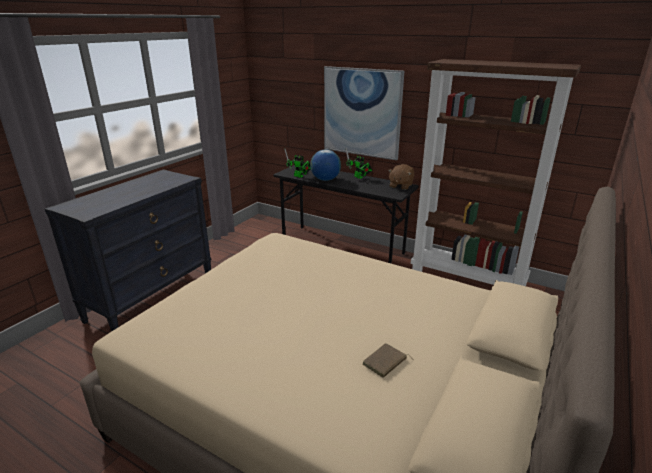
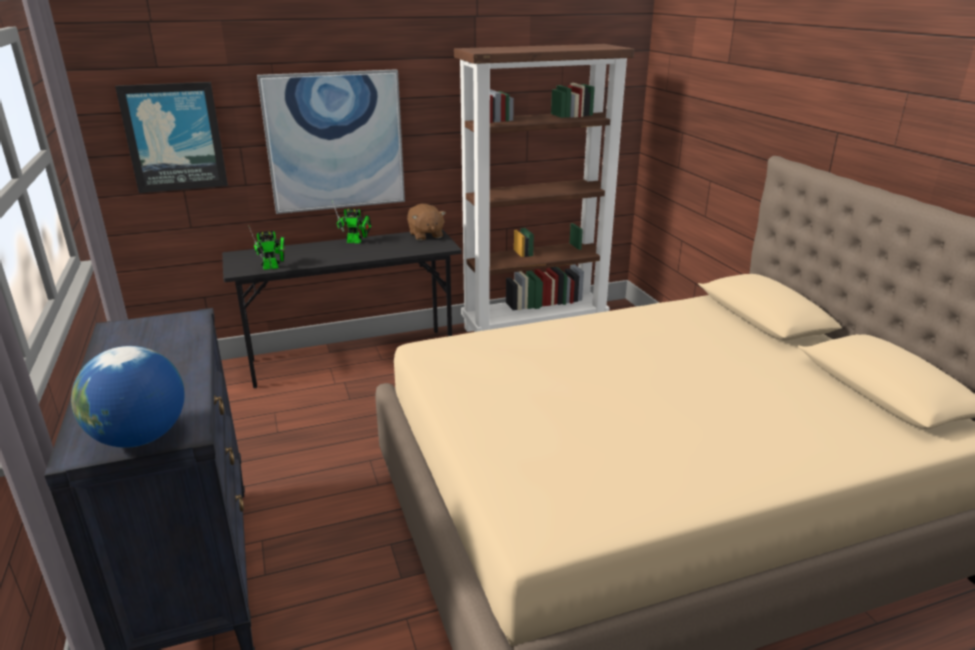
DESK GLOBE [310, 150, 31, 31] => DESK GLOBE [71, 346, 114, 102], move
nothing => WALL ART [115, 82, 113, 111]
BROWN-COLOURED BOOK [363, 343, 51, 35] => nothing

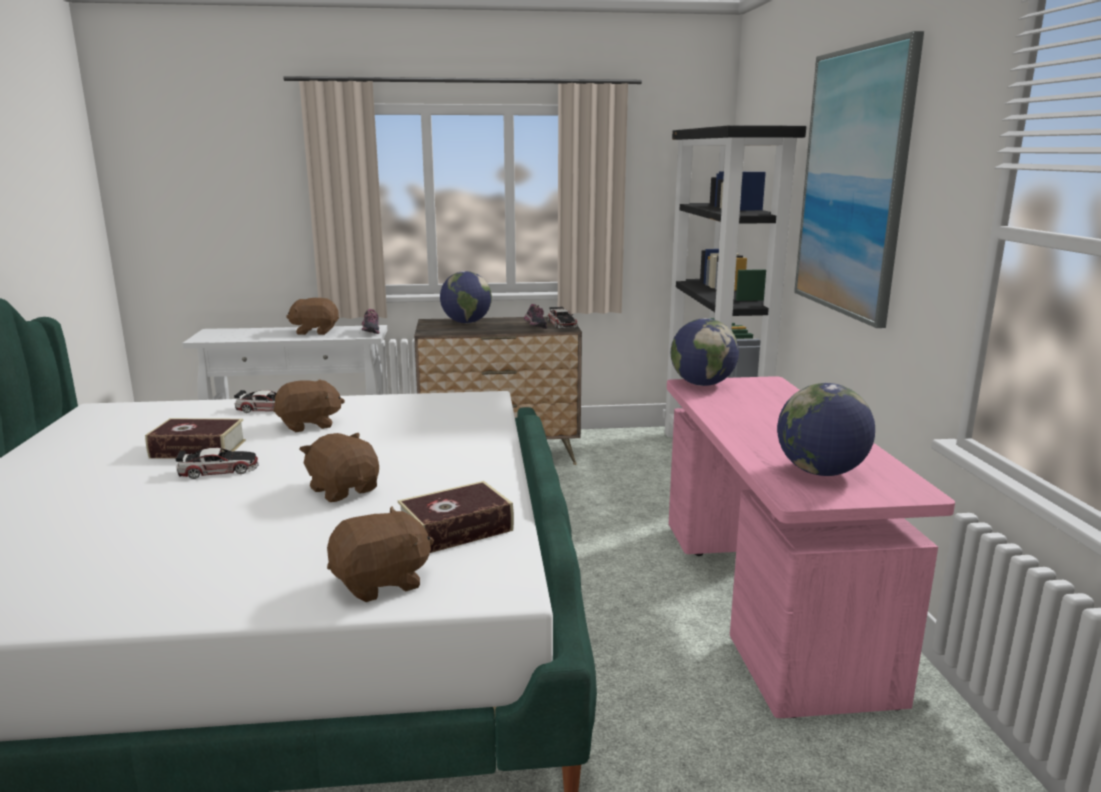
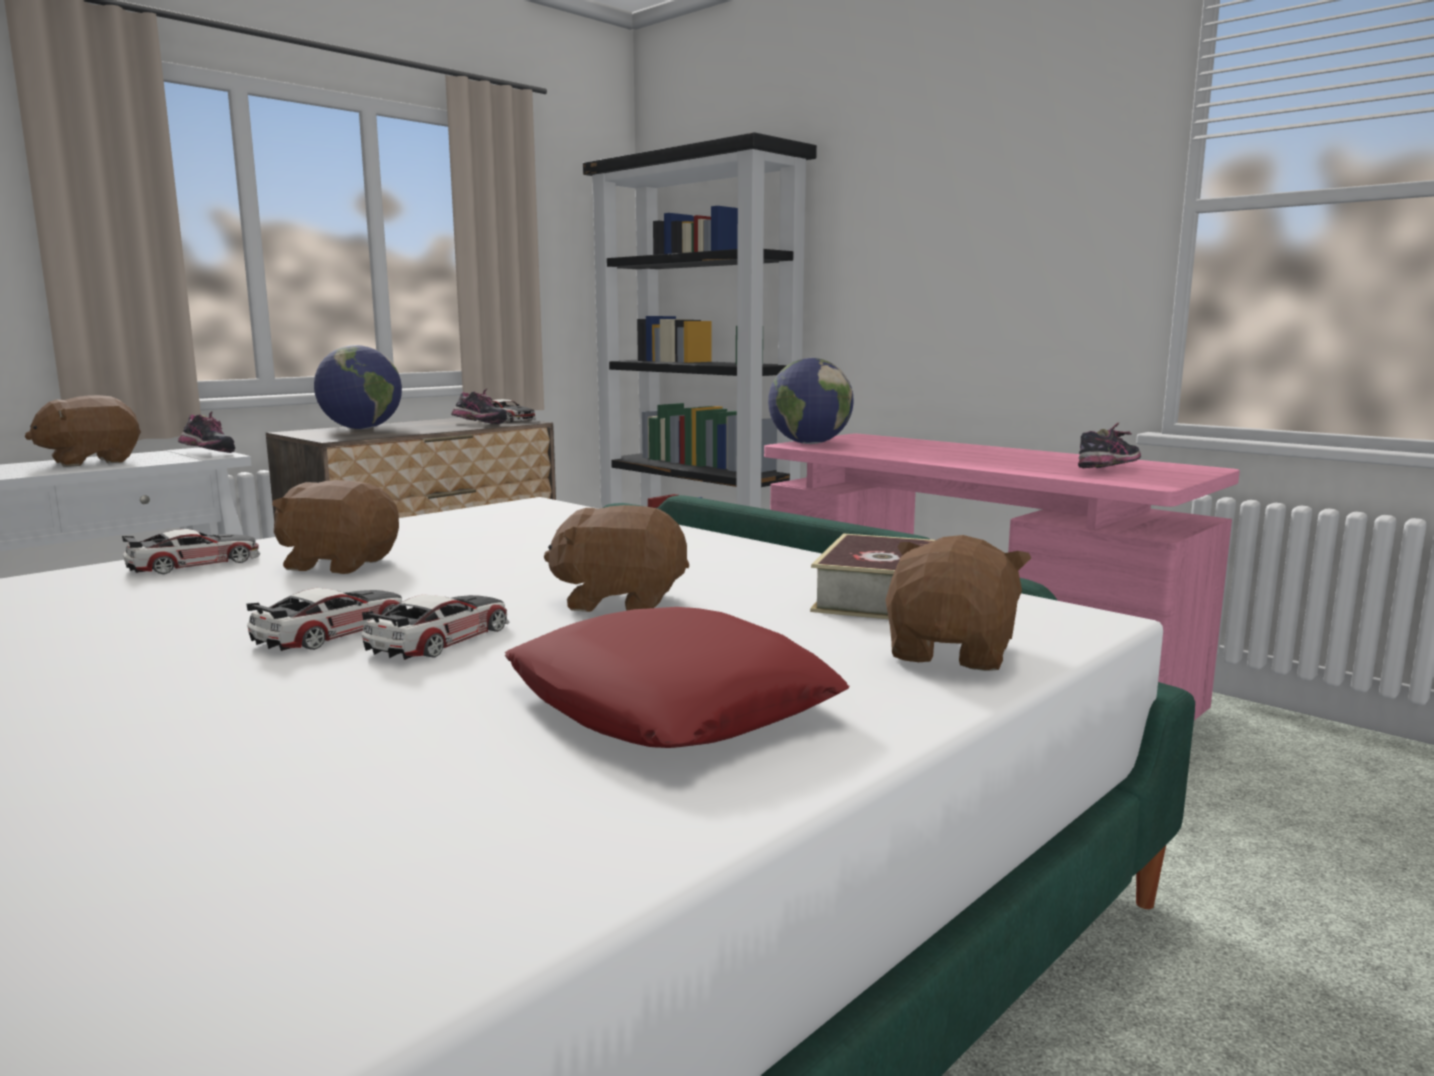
BROWN-COLOURED SOFT TOY [273, 379, 72, 53] => BROWN-COLOURED SOFT TOY [272, 480, 127, 94], 105 degrees counterclockwise
nothing => TOY CAR [362, 594, 147, 66]
nothing => RED THROW PILLOW [505, 607, 344, 141]
DESK GLOBE [777, 383, 98, 93] => ITEM OF FOOTWEAR [1078, 422, 63, 46]
BOOK [145, 418, 101, 41] => nothing
WALL ART [794, 31, 130, 297] => nothing

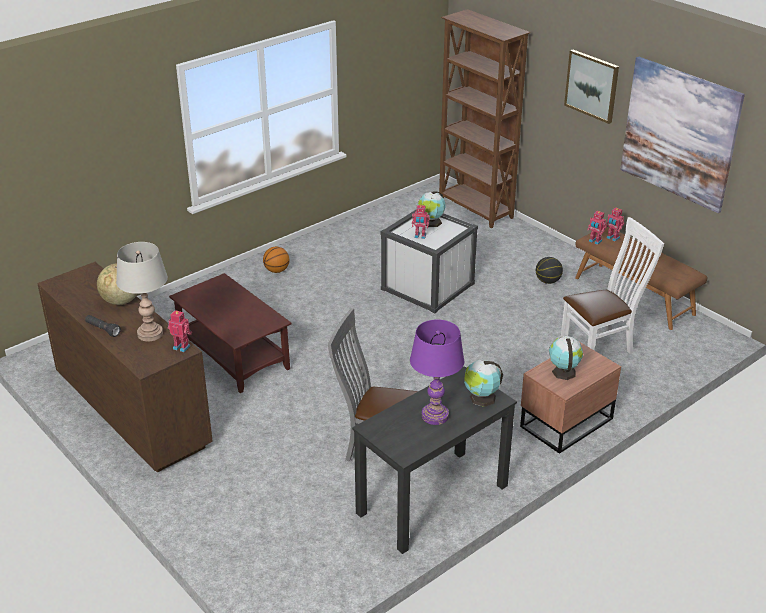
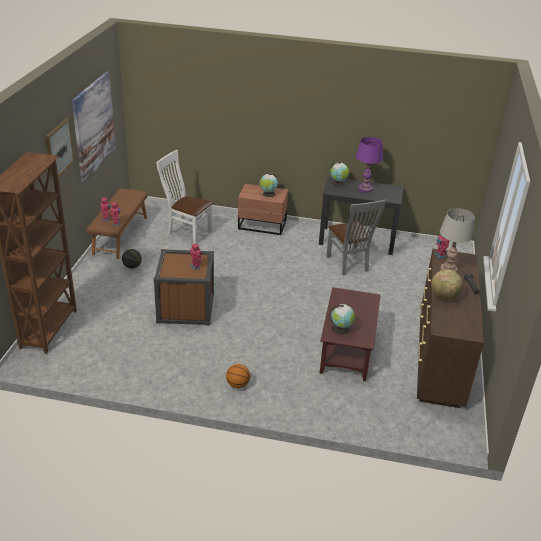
WHITISH STORAGE BIN [381, 209, 97, 104] => BROWN-COLOURED STORAGE BIN [153, 249, 61, 76]
DESK GLOBE [418, 191, 28, 36] => DESK GLOBE [329, 304, 26, 31], move

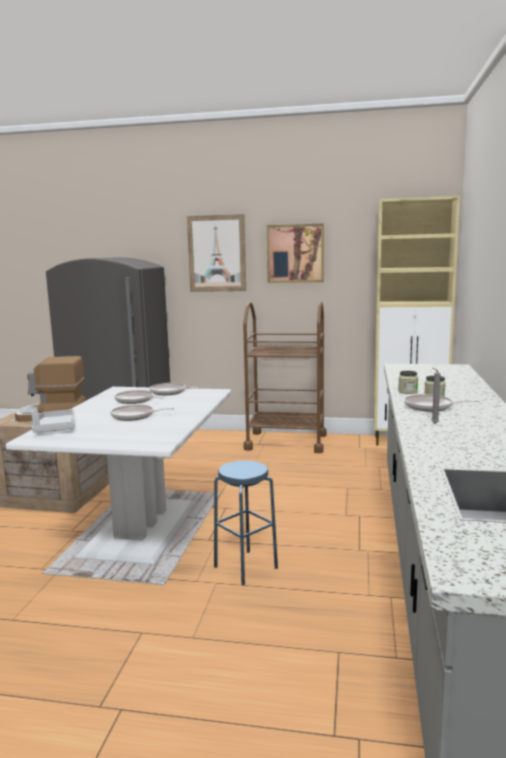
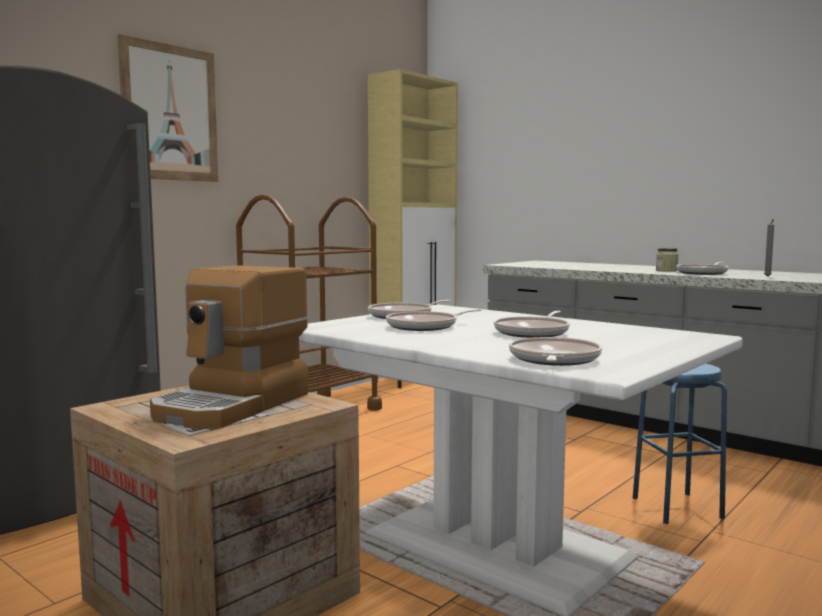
GREYISH CARRYING TRAY [32, 409, 43, 24] => PAN [509, 337, 93, 29]
WALL ART [267, 223, 57, 60] => nothing
PRESERVE JAR [398, 371, 20, 23] => nothing

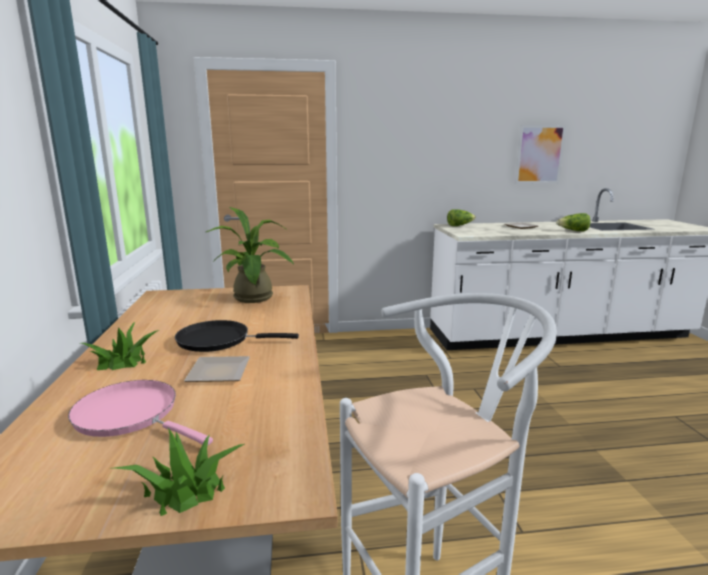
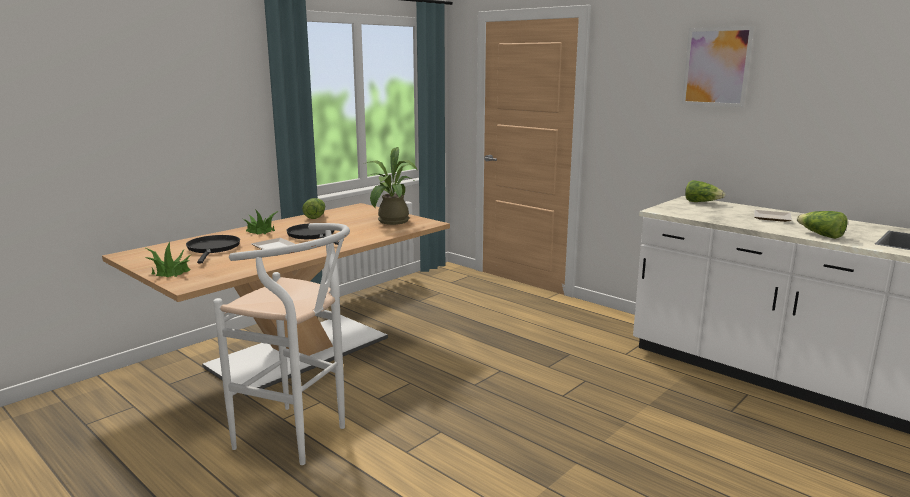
PINK-COLOURED PAN [68, 380, 145, 65] => BLACKISH PAN [186, 235, 54, 29]
nothing => HEAD OF LETTUCE [302, 198, 23, 21]
WALL ART [515, 125, 51, 59] => WALL ART [682, 26, 72, 81], move

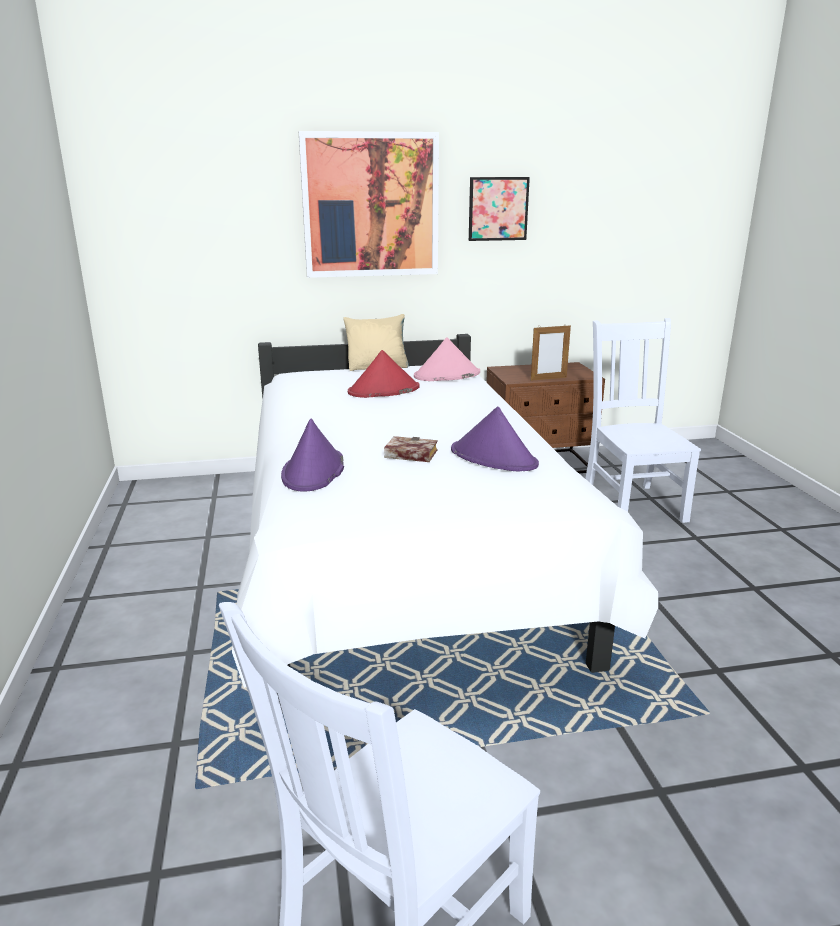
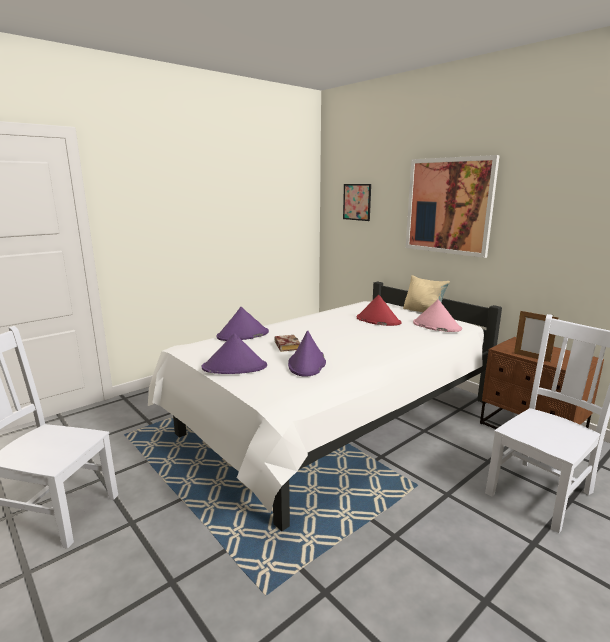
nothing => PURPLISH CLOTHING HAT [202, 333, 65, 41]
WALL ART [469, 177, 61, 64] => WALL ART [343, 184, 28, 37], move

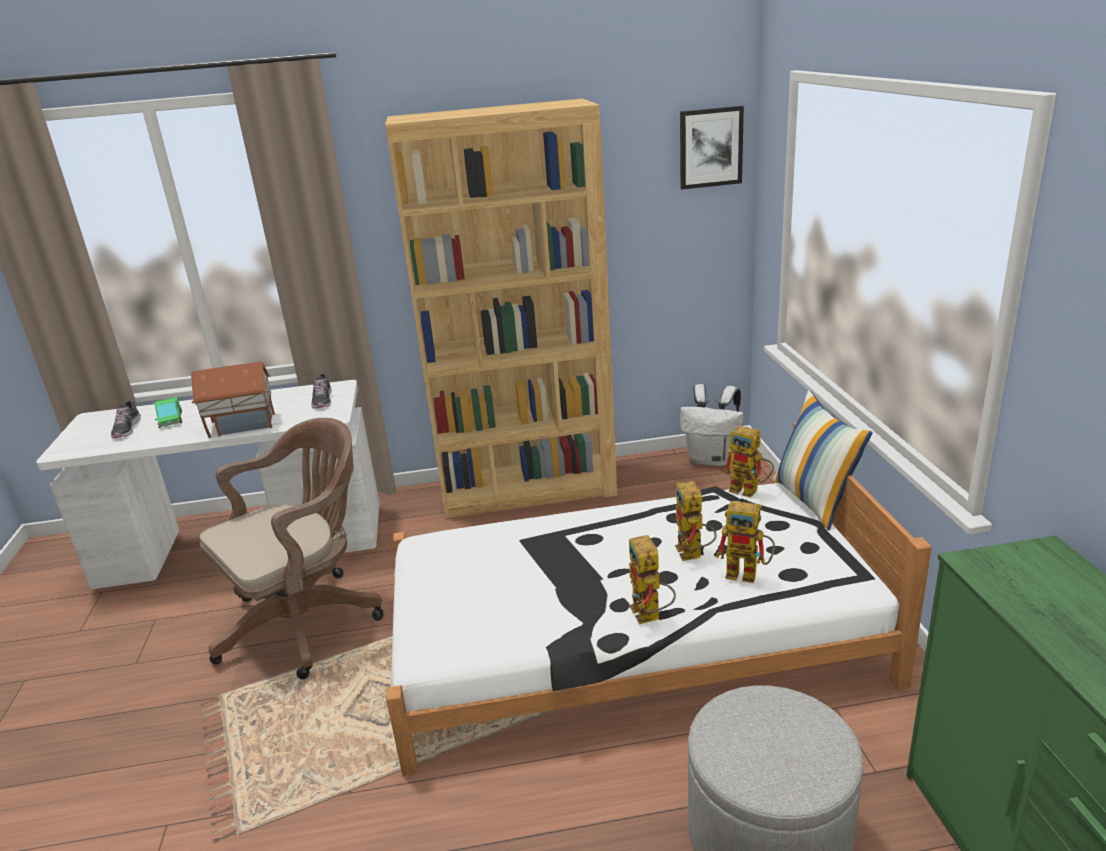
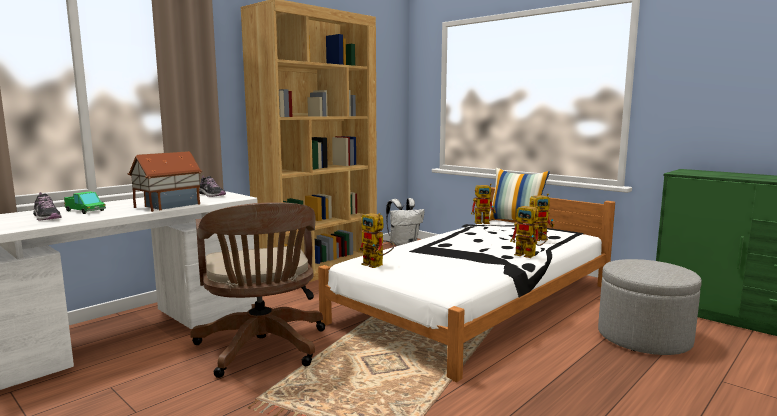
BROWN-COLOURED COMPUTER CHAIR [200, 418, 184, 261] => BROWN-COLOURED COMPUTER CHAIR [190, 202, 135, 176], 150 degrees clockwise
TOY ROBOT [675, 481, 41, 80] => TOY ROBOT [359, 213, 35, 55], move
WALL ART [680, 106, 64, 83] => nothing

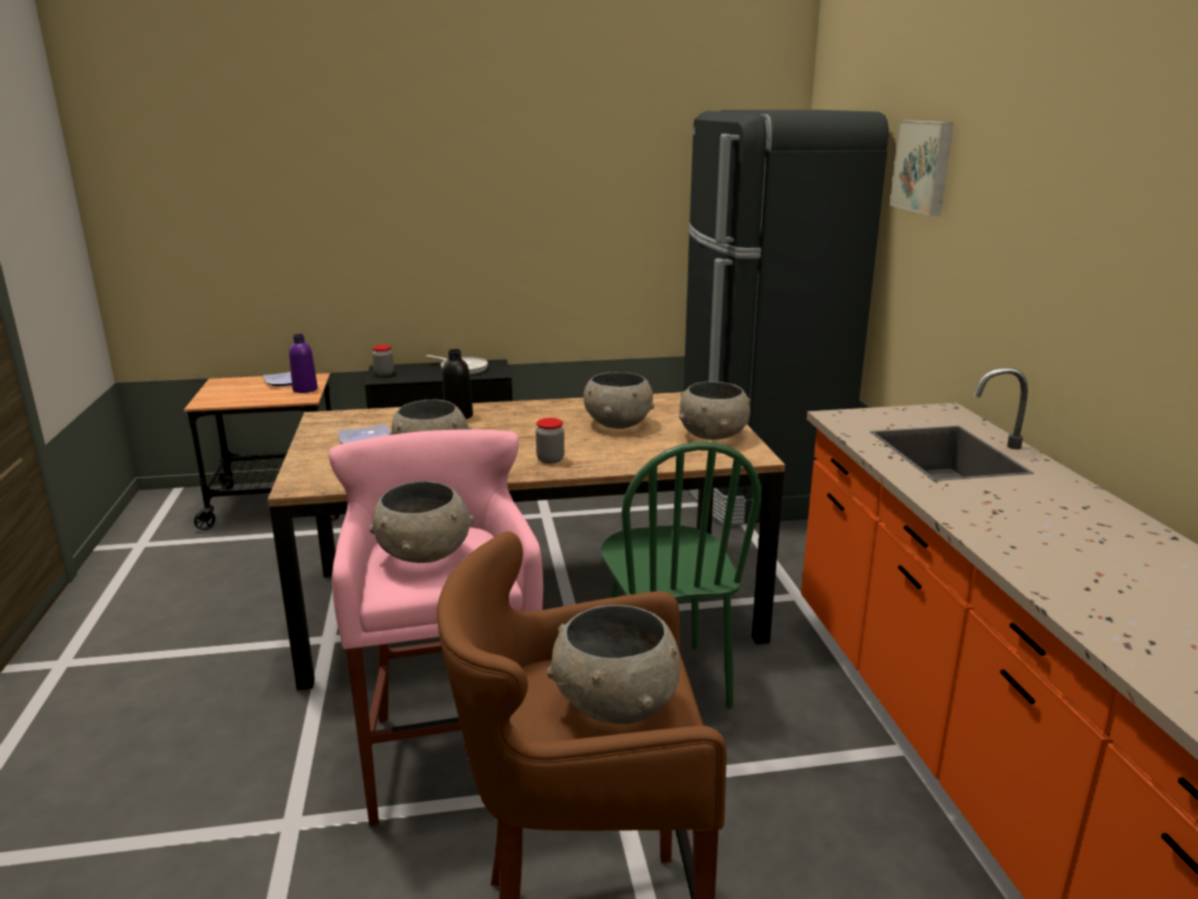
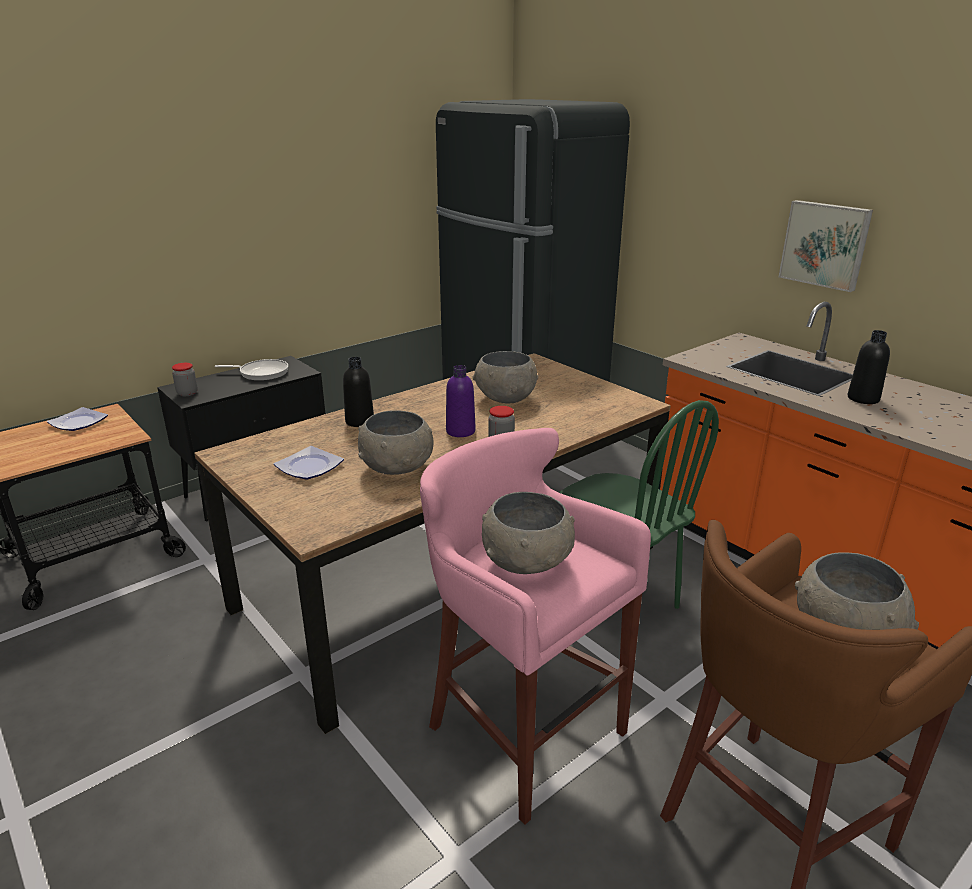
PURPLISH DRINK BOTTLE [289, 334, 29, 59] => PURPLISH DRINK BOTTLE [446, 365, 30, 72], move
WALL ART [890, 120, 63, 96] => WALL ART [779, 200, 94, 92], move
nothing => BLACKISH DRINK BOTTLE [848, 330, 42, 74]
GREYISH DEEP DISH [679, 381, 72, 59] => nothing

